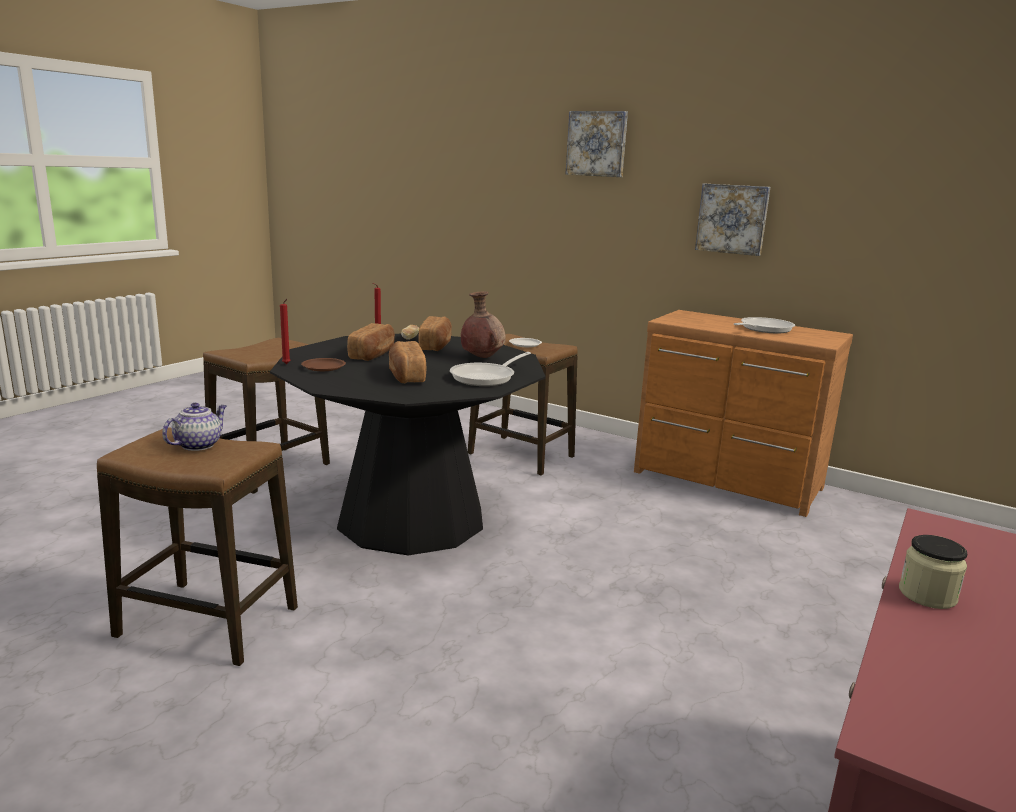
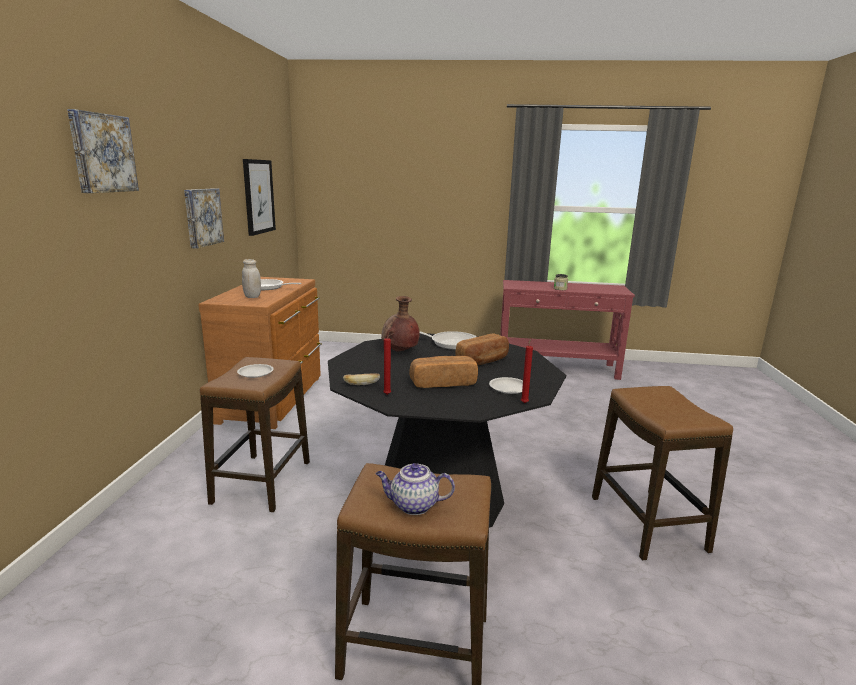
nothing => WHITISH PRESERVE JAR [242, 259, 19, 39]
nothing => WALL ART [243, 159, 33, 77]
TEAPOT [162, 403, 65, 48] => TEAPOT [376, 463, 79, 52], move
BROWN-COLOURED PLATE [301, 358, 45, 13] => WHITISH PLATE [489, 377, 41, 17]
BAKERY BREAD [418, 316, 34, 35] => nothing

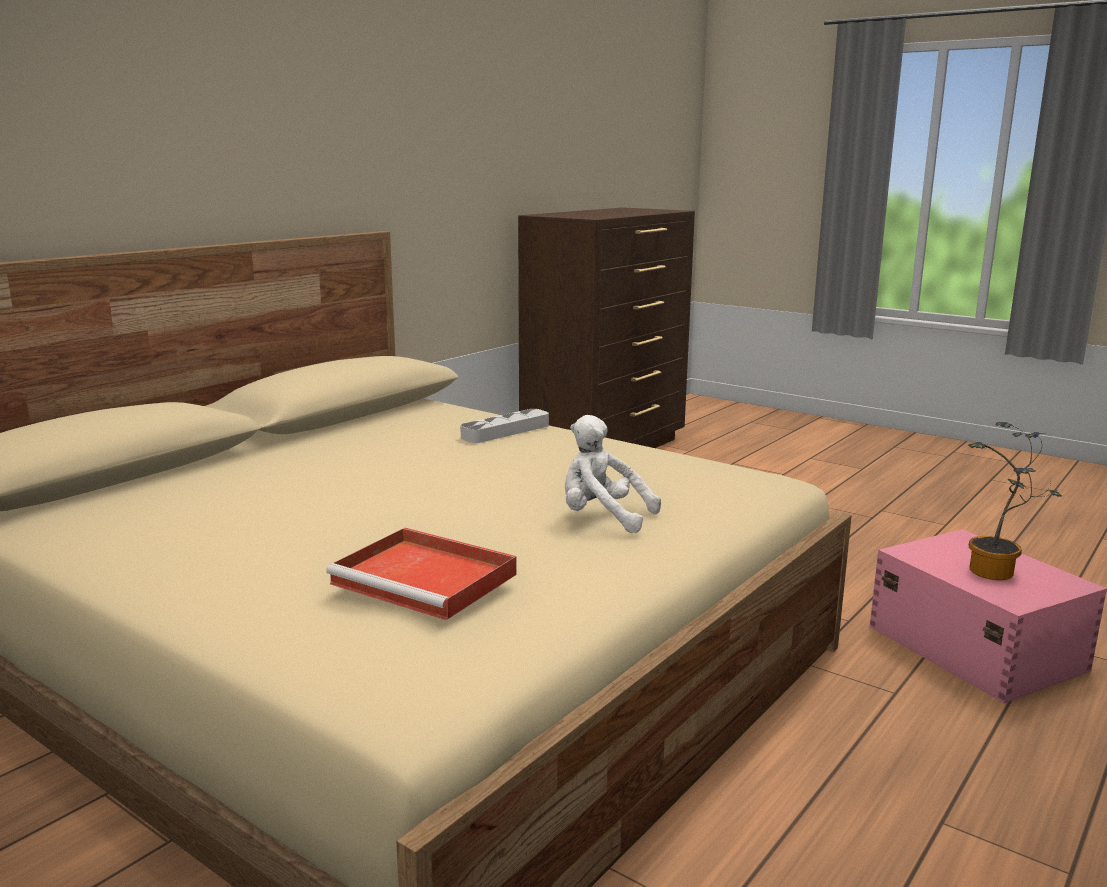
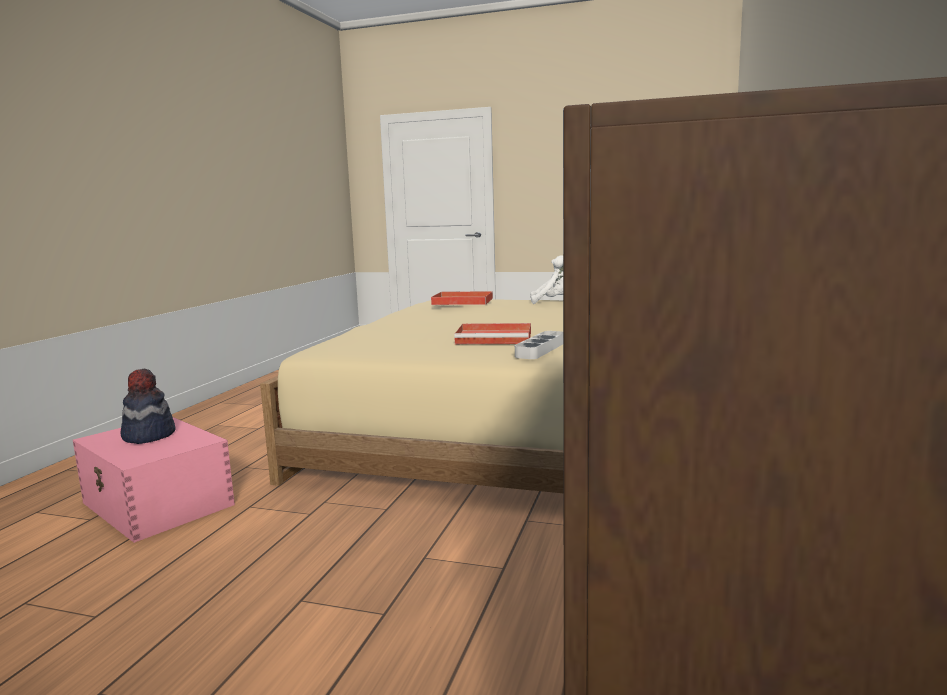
HOUSEPLANT [968, 422, 94, 158] => CLOTHING HAT [121, 369, 55, 75]
nothing => RED CARRYING TRAY [454, 323, 77, 21]
WHITISH SOFT TOY [565, 415, 96, 118] => WHITISH SOFT TOY [530, 255, 33, 49], move

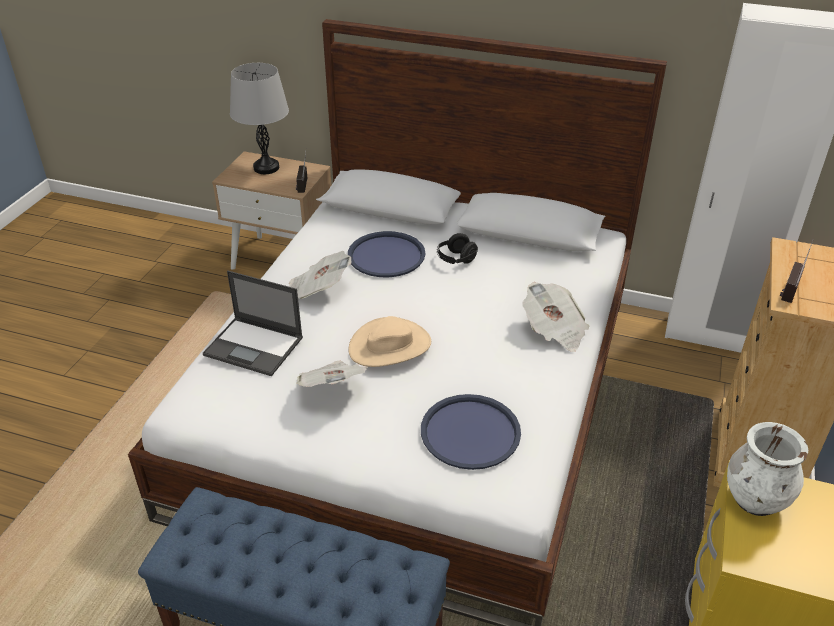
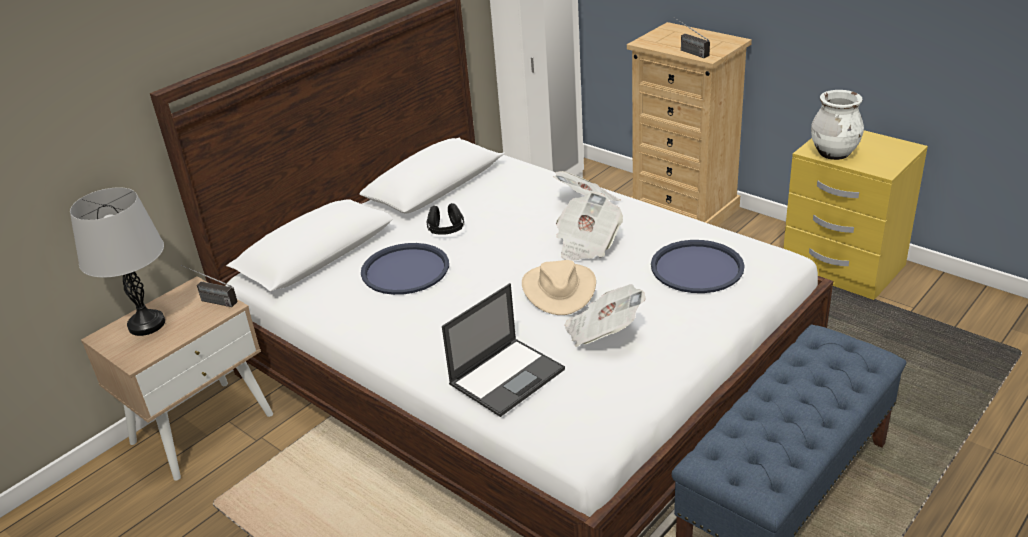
PRINTED PAPER [289, 251, 63, 48] => PRINTED PAPER [556, 192, 67, 69], move

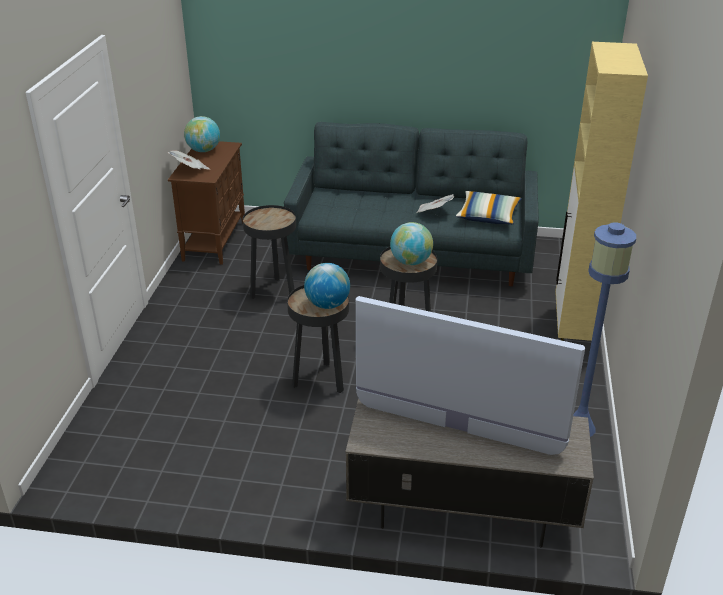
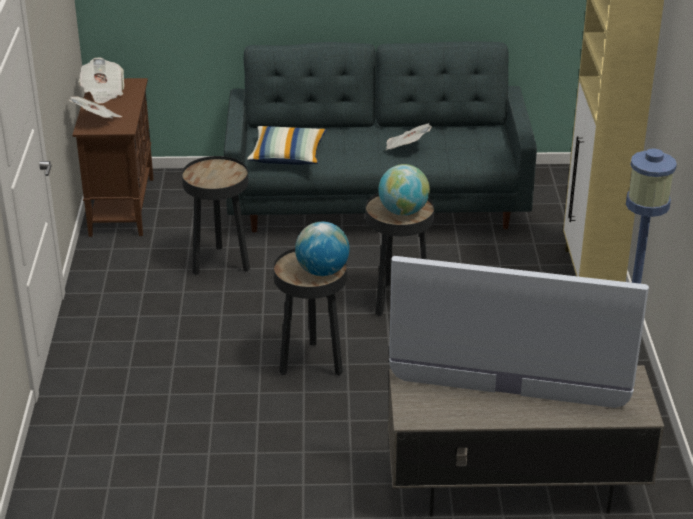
DESK GLOBE [184, 116, 36, 36] => PRINTED PAPER [79, 58, 45, 46]
THROW PILLOW [456, 191, 66, 33] => THROW PILLOW [247, 126, 80, 39], move

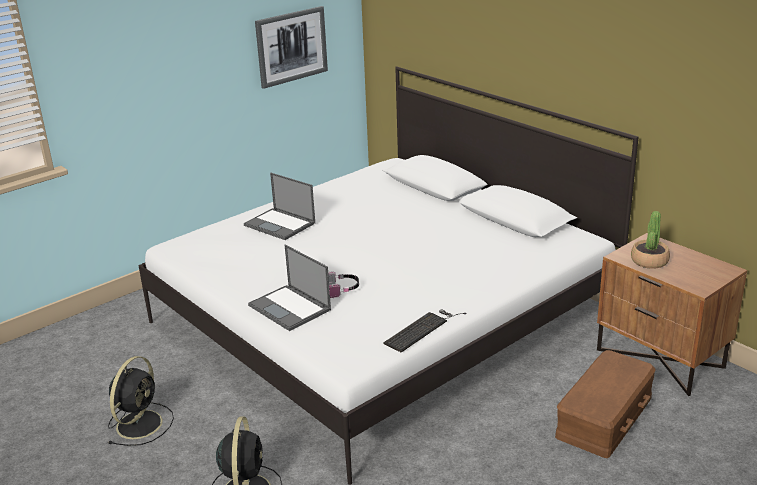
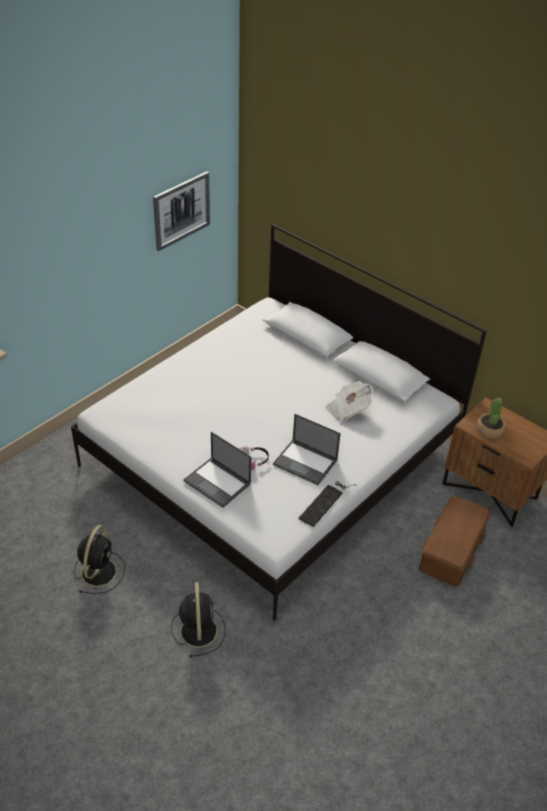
PORTABLE COMPUTER [244, 173, 71, 67] => PORTABLE COMPUTER [273, 414, 68, 71], move
nothing => PRINTED PAPER [325, 381, 48, 40]

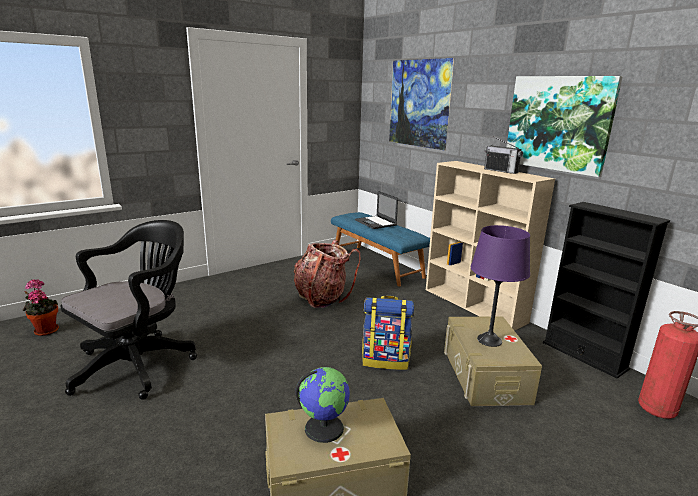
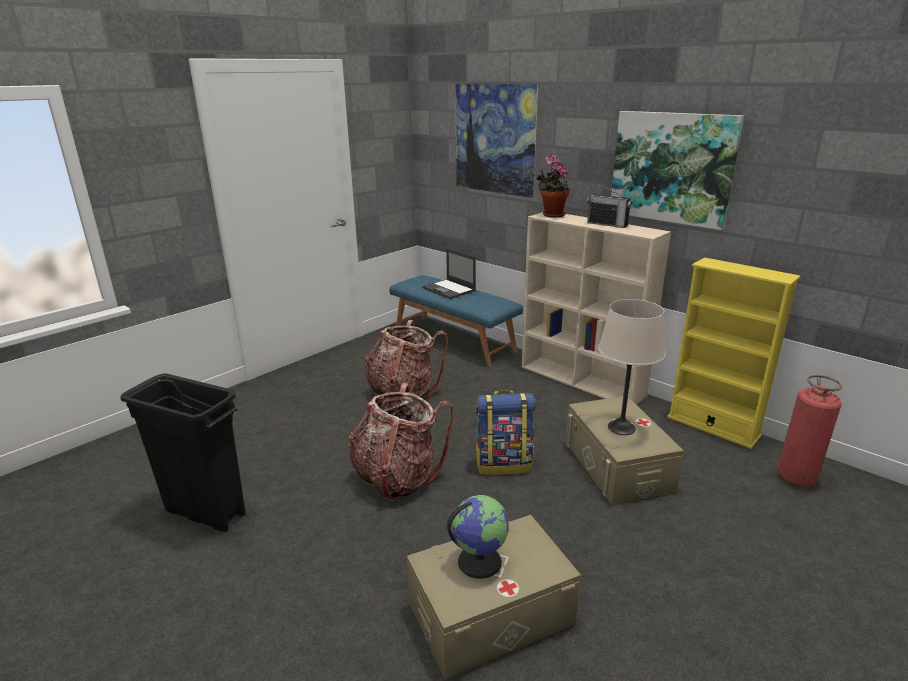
BLACKISH COMPUTER CHAIR [61, 220, 136, 180] => BLACKISH TRASH CAN [120, 373, 125, 158]
nothing => RUCKSACK [348, 383, 106, 118]
HOUSEPLANT [22, 279, 37, 57] => HOUSEPLANT [536, 154, 34, 64], move
PURPLISH TABLE LAMP [471, 225, 59, 122] => BEIGE TABLE LAMP [598, 299, 67, 136]
BLACKISH SHELVING UNIT [543, 202, 127, 176] => YELLOW-COLOURED SHELVING UNIT [667, 258, 134, 191]

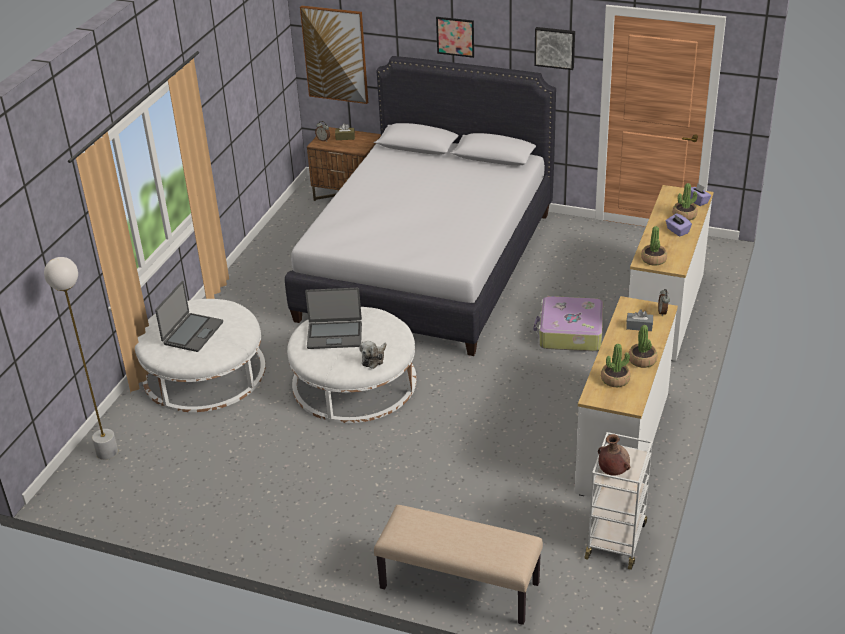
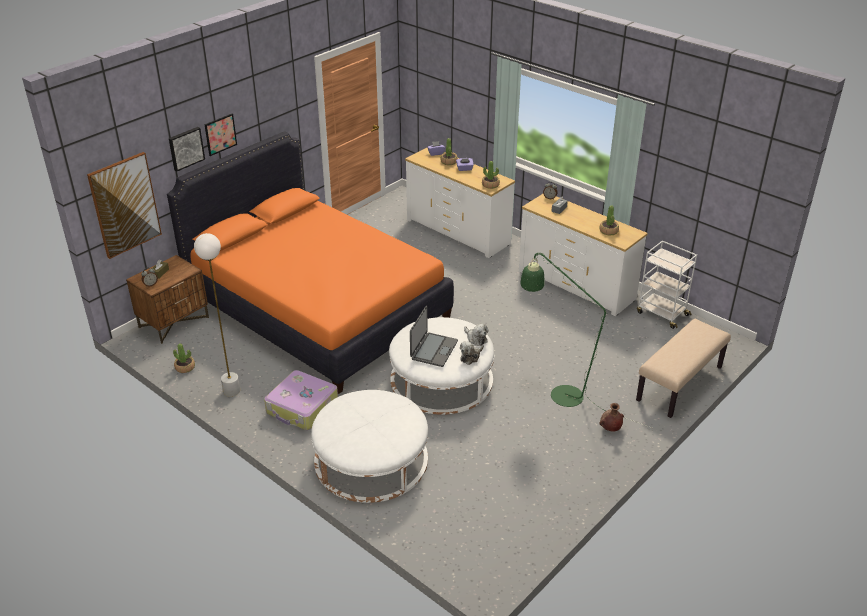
WHITISH BEDROOM BED [285, 56, 271, 300] => ORANGEY BEDROOM BED [167, 131, 287, 263]
WALL ART [534, 27, 41, 43] => WALL ART [169, 127, 36, 44], move
HOUSEPLANT [629, 325, 29, 43] => HOUSEPLANT [173, 343, 22, 30], move
WHITISH STANDARD LAMP [44, 257, 74, 203] => WHITISH STANDARD LAMP [194, 233, 46, 164], move
TRAVEL CASE [533, 296, 70, 55] => TRAVEL CASE [264, 370, 74, 60], move
nothing => SOFT TOY [460, 341, 24, 24]
nothing => GREEN-COLOURED STANDARD LAMP [520, 253, 132, 175]
BROWN-COLOURED FLOWER VASE [598, 434, 32, 42] => BROWN-COLOURED FLOWER VASE [599, 403, 25, 29], move
PORTABLE COMPUTER [155, 281, 68, 71] => nothing

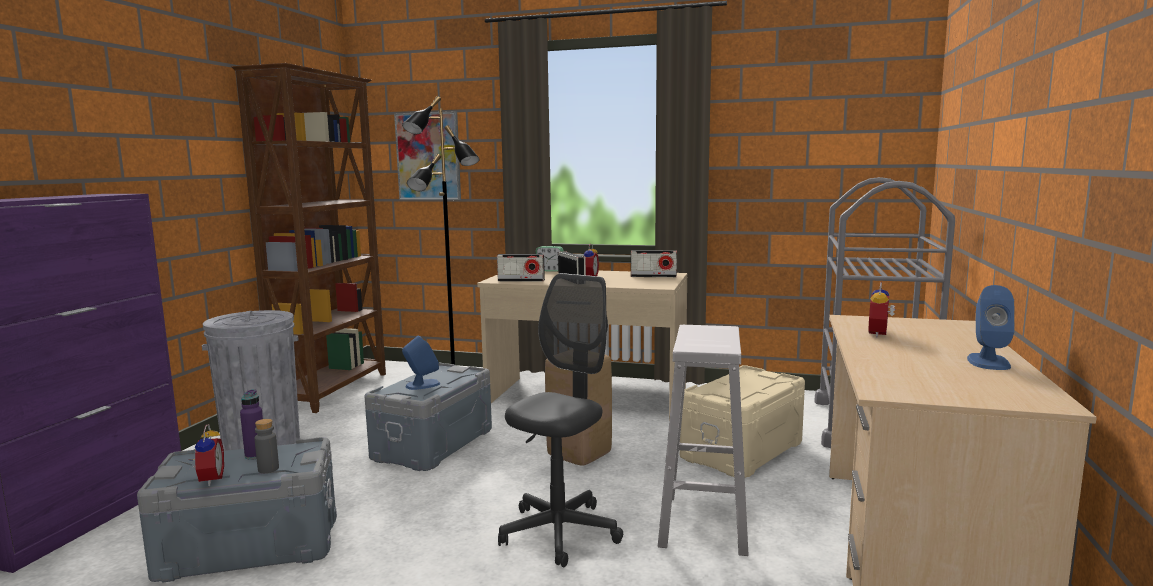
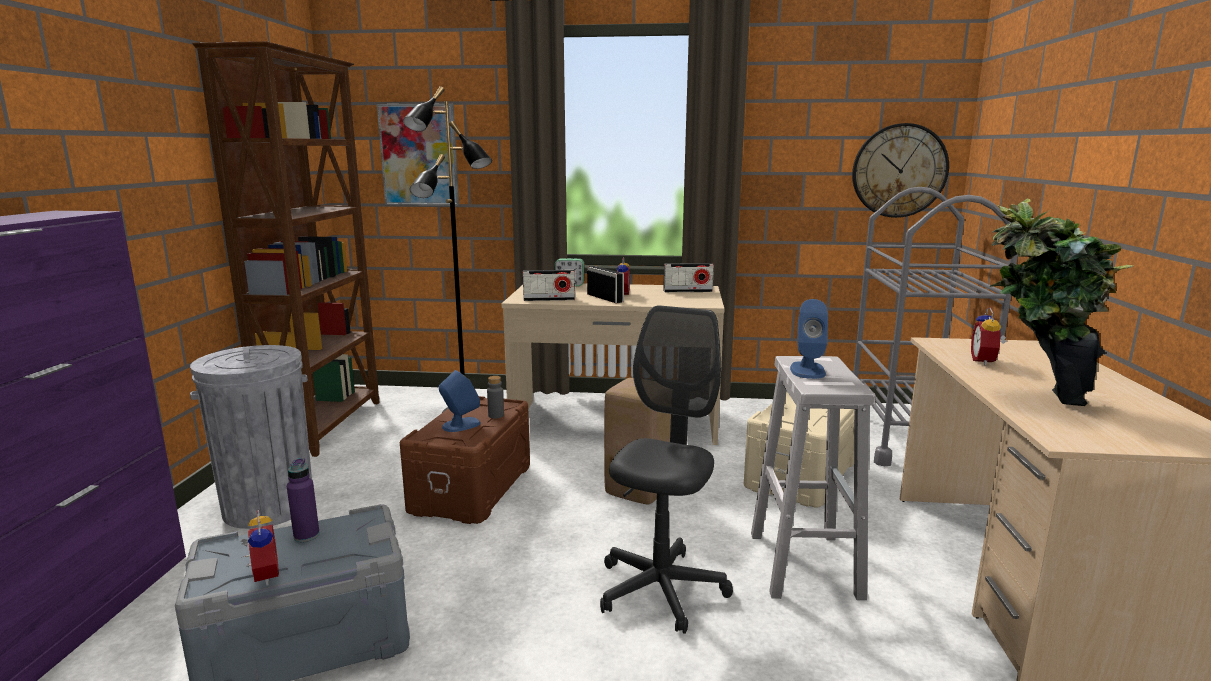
GREYISH STORAGE BIN [364, 363, 128, 108] => BROWN-COLOURED STORAGE BIN [400, 396, 130, 128]
GREYISH DRINK BOTTLE [255, 419, 24, 54] => GREYISH DRINK BOTTLE [487, 376, 17, 43], move
BLUE-COLOURED LOUDSPEAKER [967, 285, 48, 85] => BLUE-COLOURED LOUDSPEAKER [790, 299, 38, 80], move
nothing => WALL CLOCK [852, 123, 97, 95]
nothing => HOUSEPLANT [989, 199, 144, 207]

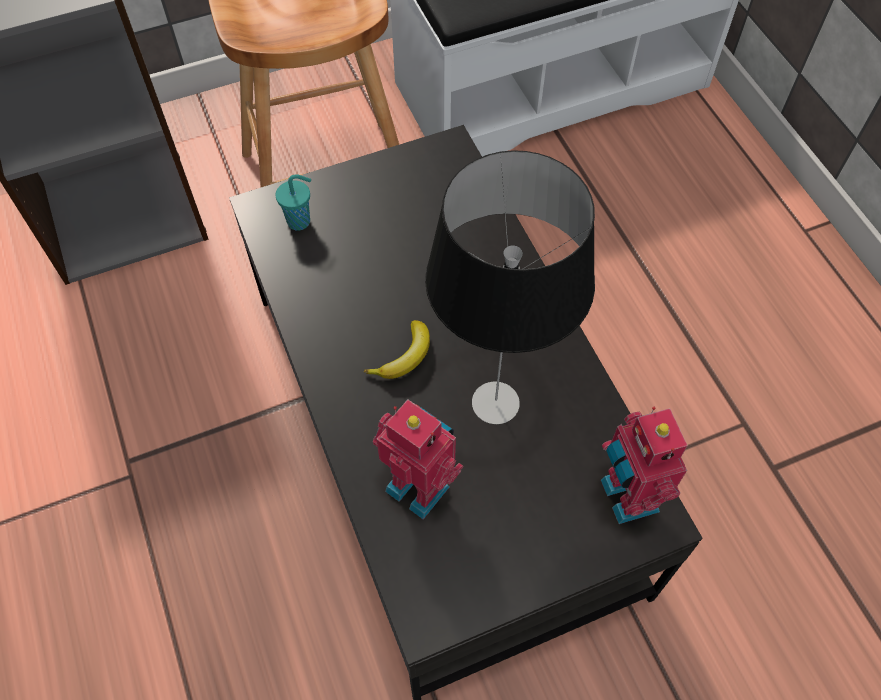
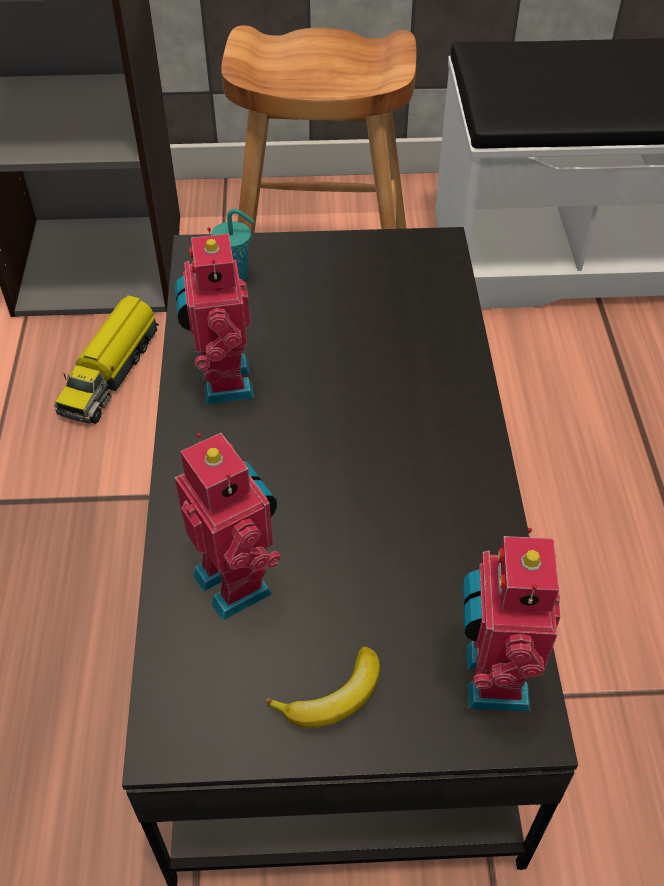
nothing => MODEL TRUCK [54, 295, 105, 129]
nothing => TOY ROBOT [175, 227, 79, 177]
BANANA FRUIT [364, 320, 66, 59] => BANANA FRUIT [265, 646, 115, 82], move
TABLE LAMP [425, 150, 170, 274] => nothing

